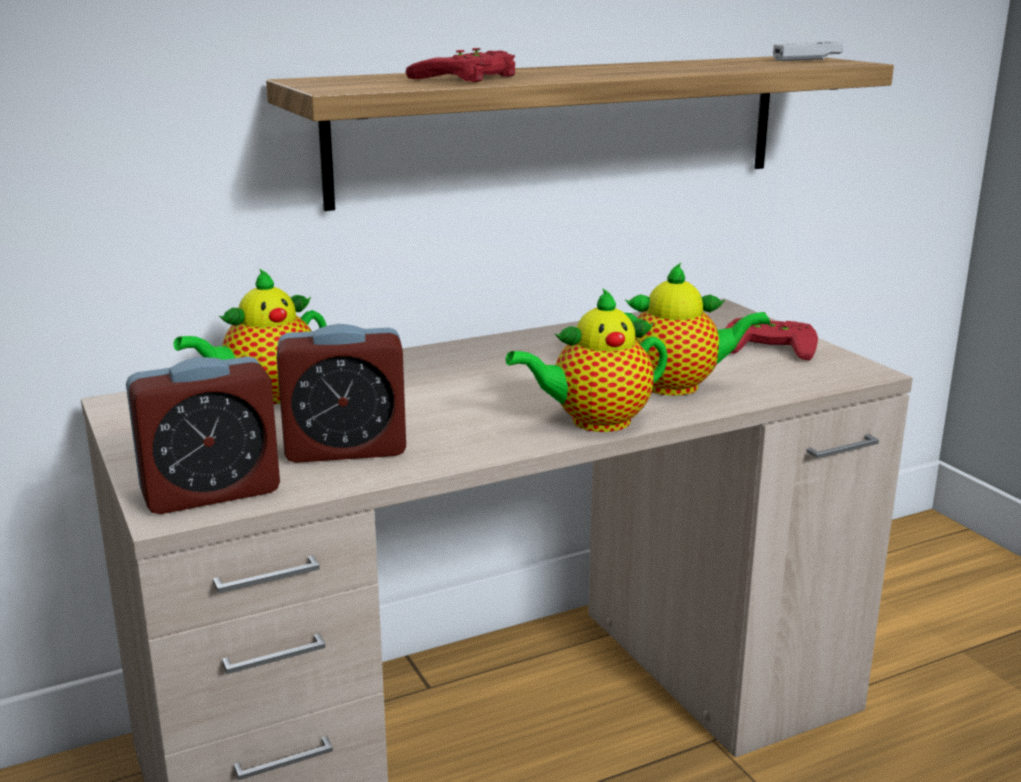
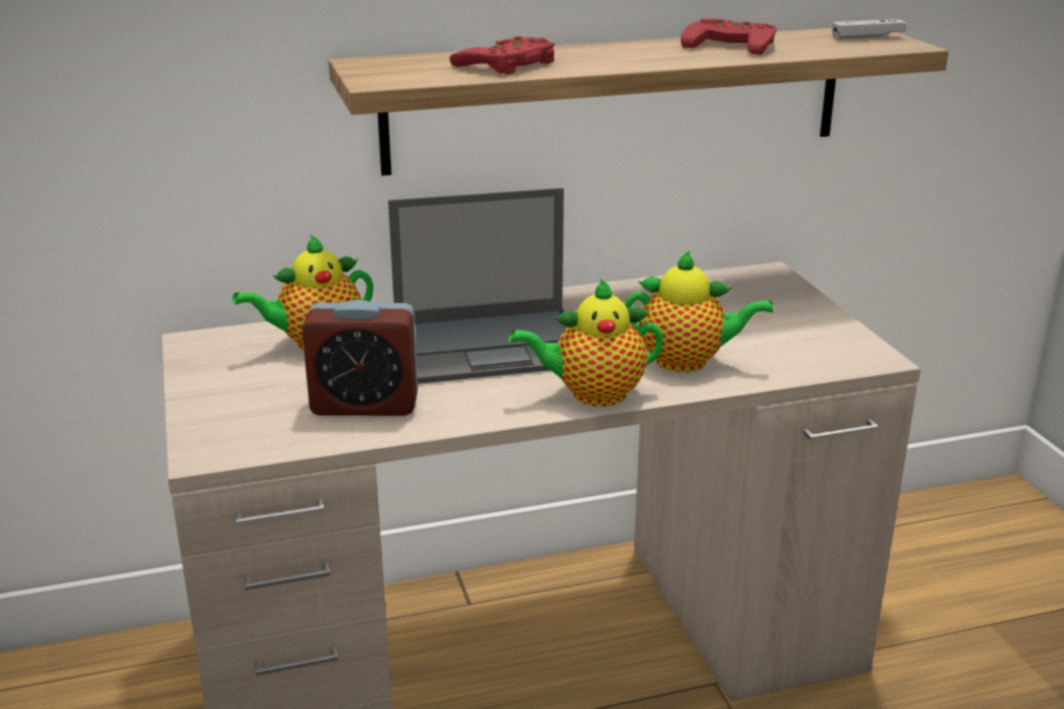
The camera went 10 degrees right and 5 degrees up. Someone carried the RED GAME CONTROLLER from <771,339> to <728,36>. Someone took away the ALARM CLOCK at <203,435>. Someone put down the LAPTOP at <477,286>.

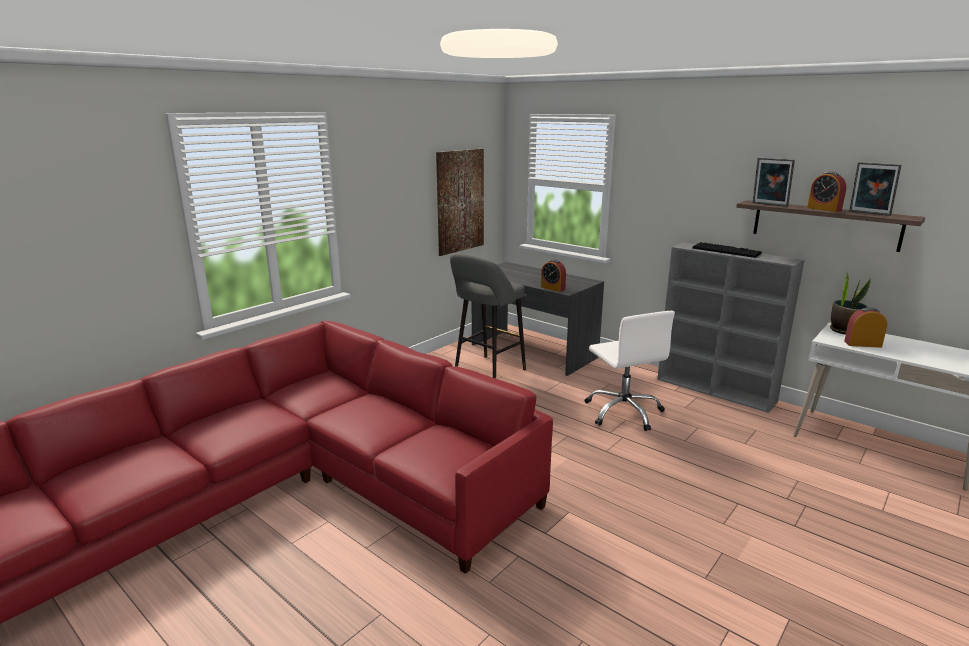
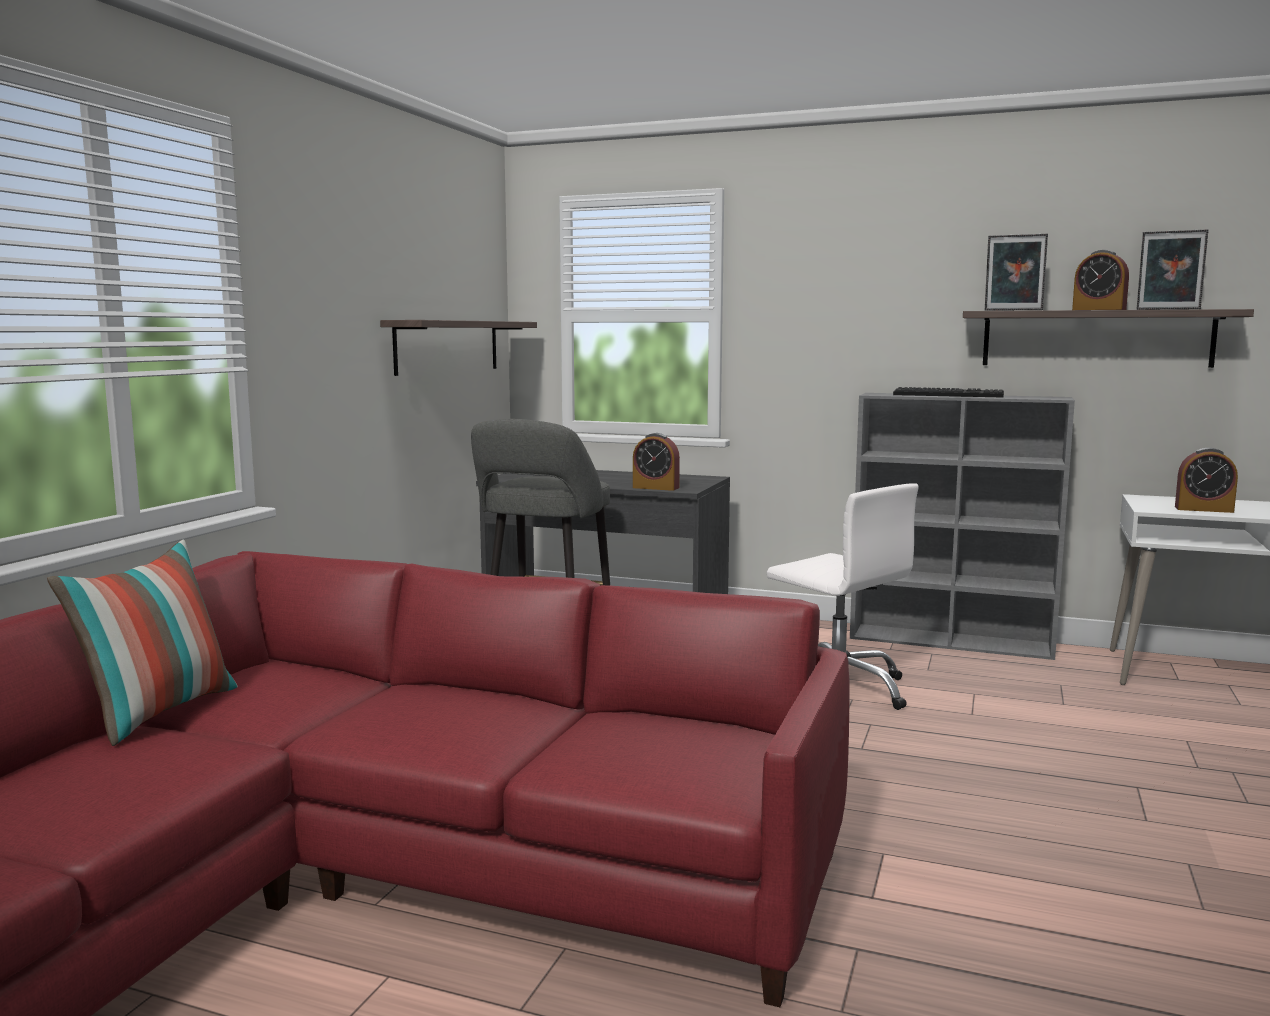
The camera went 20 degrees left and 10 degrees down. Someone swapped the PICTURE at <460,202> for the SHELF at <458,348>. Someone took away the POTTED PLANT at <850,303>. Someone rotated the ALARM CLOCK at <865,327> by 150 degrees counterclockwise. Someone put down the PILLOW at <142,643>.

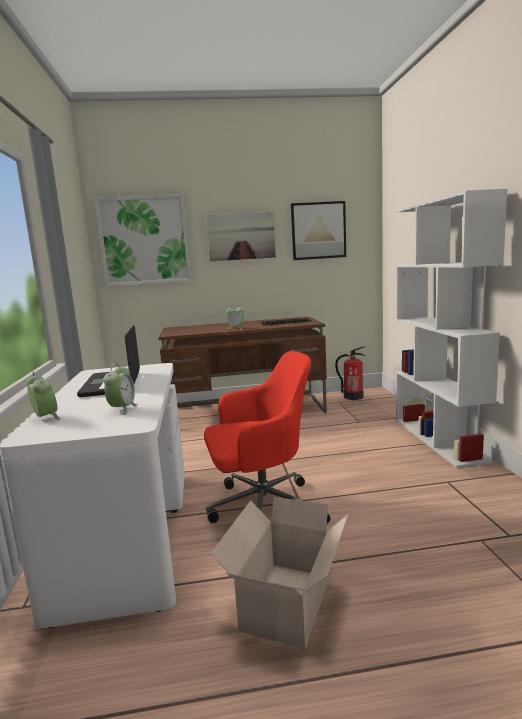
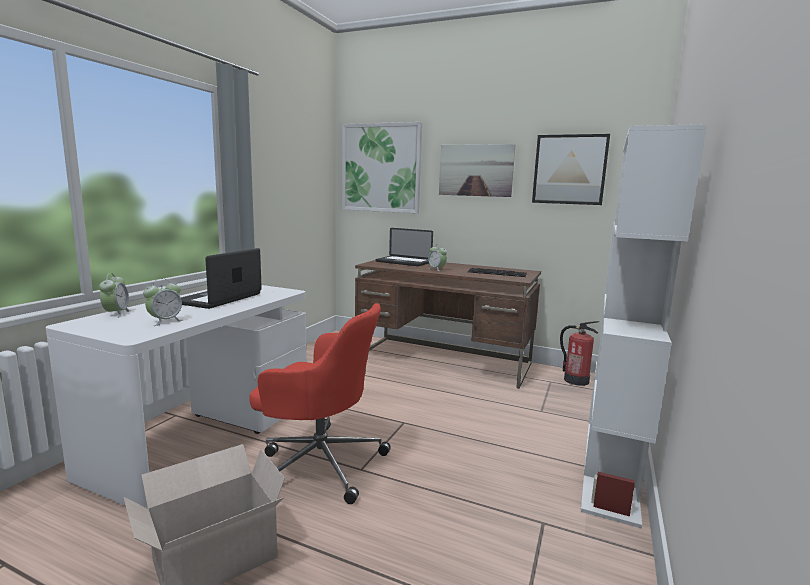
The camera went 30 degrees right and 0 degrees up. Someone put down the LAPTOP at <404,247>.

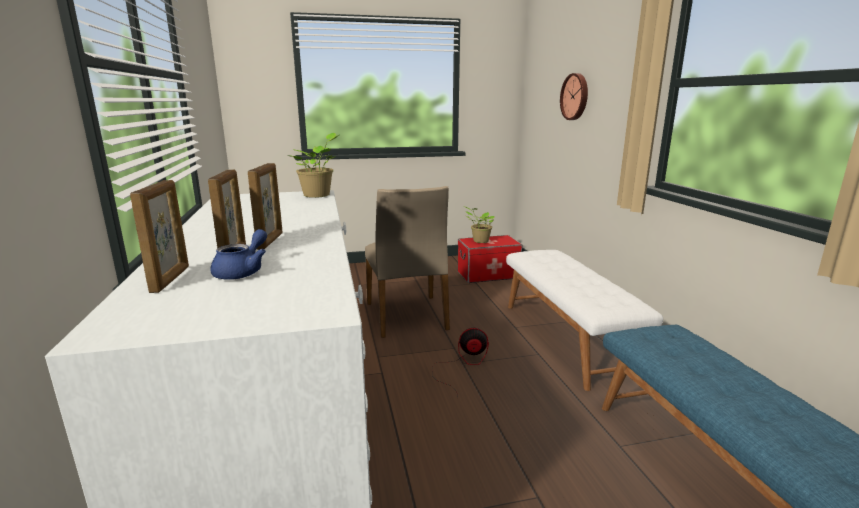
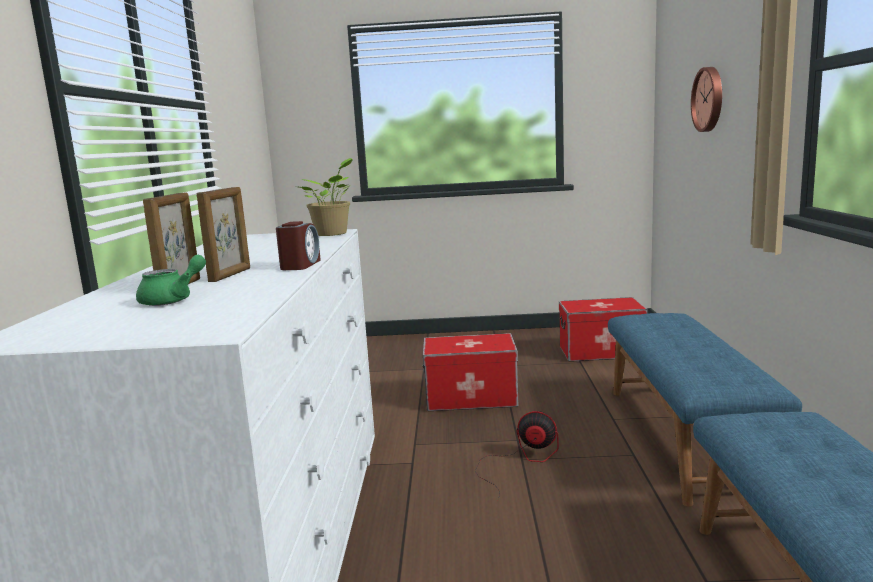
The camera went 15 degrees right and 5 degrees down. Someone took away the PICTURE FRAME at <159,236>. Someone swapped the BEIGE CHAIR at <407,262> for the STORAGE BOX at <470,372>. Someone took away the POTTED PLANT at <479,224>. Someone repainted the BLUE TEAPOT at <238,254>, which became the GREEN TEAPOT at <171,280>. Someone repainted the WHITE BENCH at <584,320>, which became the BLUE BENCH at <705,410>. Someone put down the ALARM CLOCK at <298,245>.

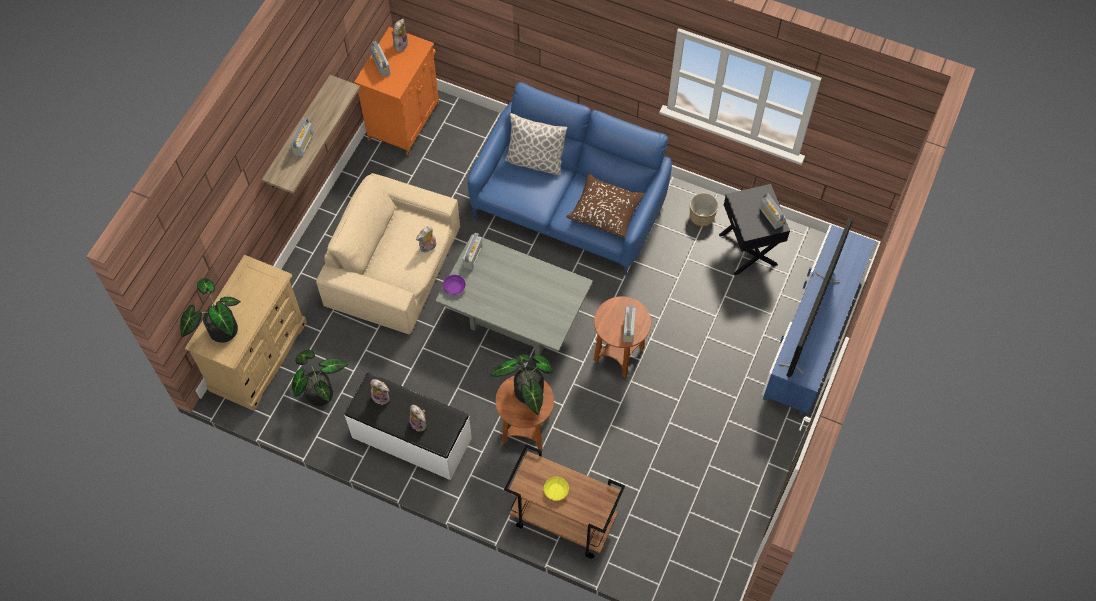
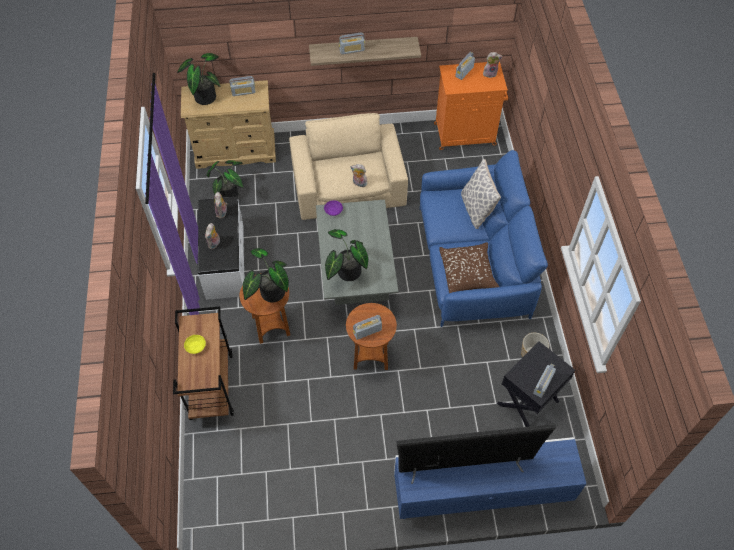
The camera went 60 degrees right and 5 degrees down. Someone carried the RADIO from <473,251> to <242,86>. Someone put down the POTTED PLANT at <347,255>.

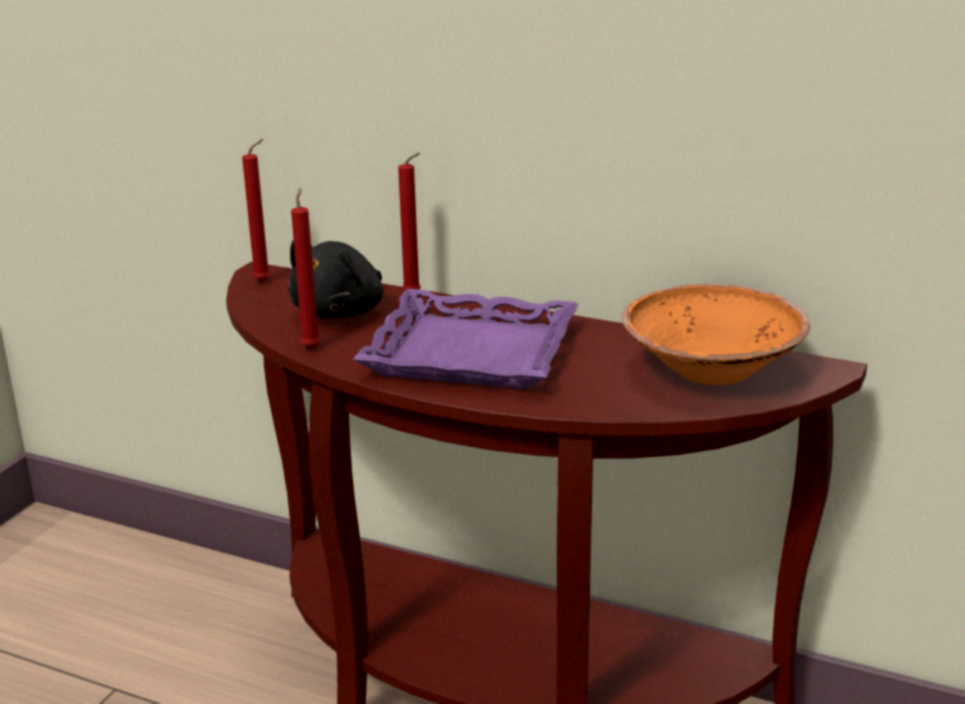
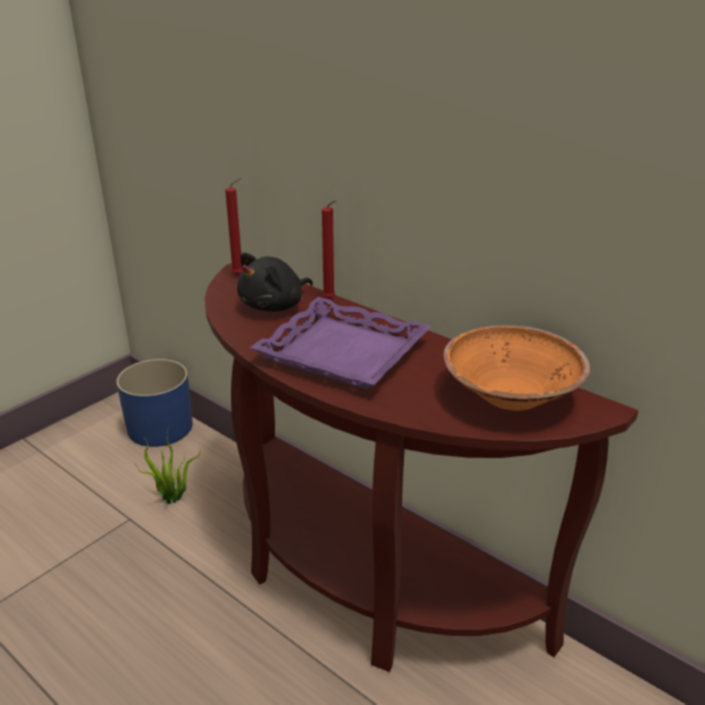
The camera went 15 degrees right and 5 degrees up. Someone took away the RED CANDLE at <306,268>. Someone put down the BLUE PLANTER at <154,403>. Someone put down the POTTED PLANT at <167,467>.

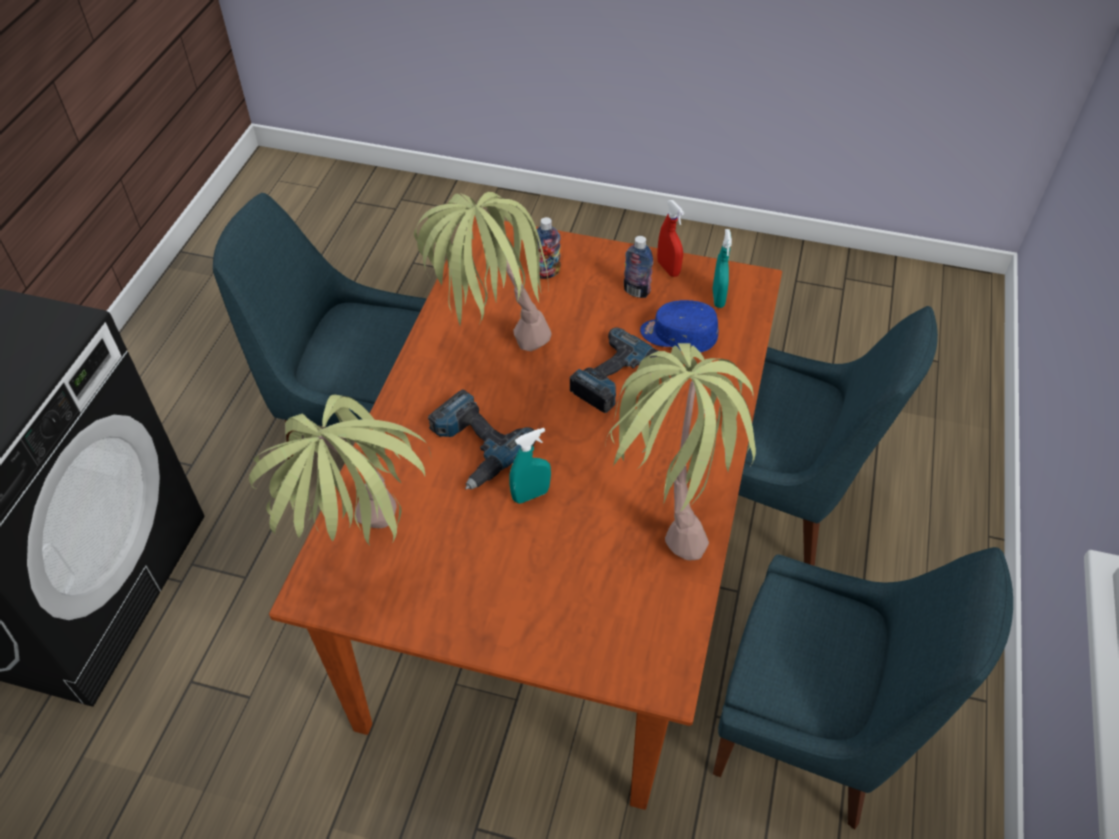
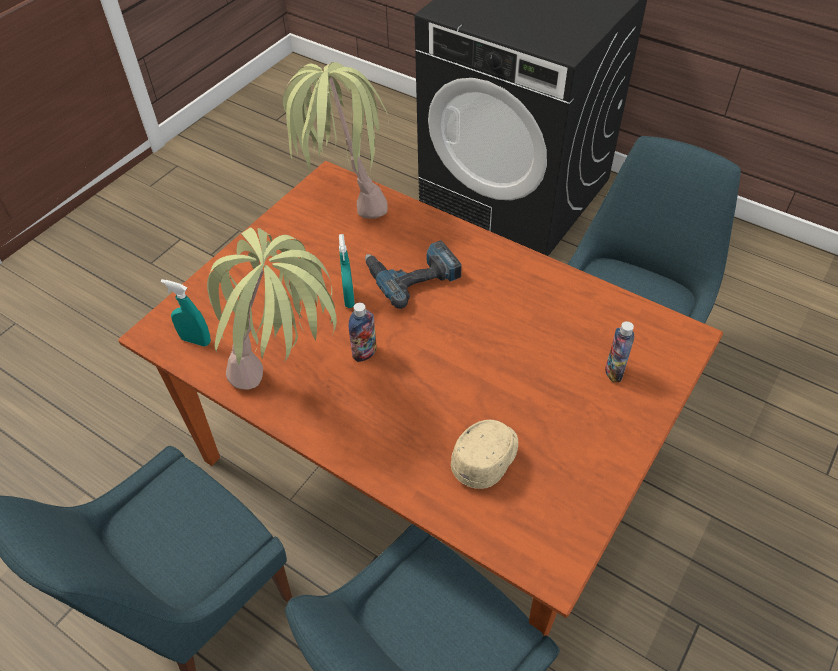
The camera went 110 degrees right and 0 degrees up. Someone took away the POTTED PLANT at <483,271>. Someone took away the RED SPRAY BOTTLE at <670,238>. Someone carried the TURQUOISE SPRAY BOTTLE from <722,268> to <186,312>. Someone carried the BOTTLE from <638,267> to <363,332>. Someone repainted the BLUE CAP at <679,326>, which became the BEIGE CAP at <484,454>. Someone took away the POWER DRILL at <620,370>.

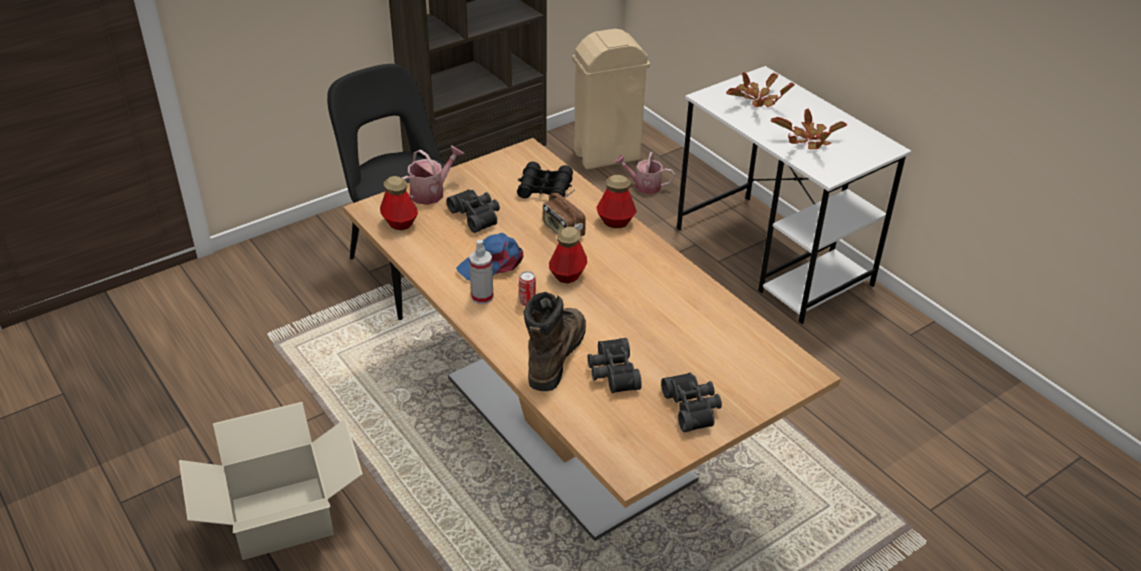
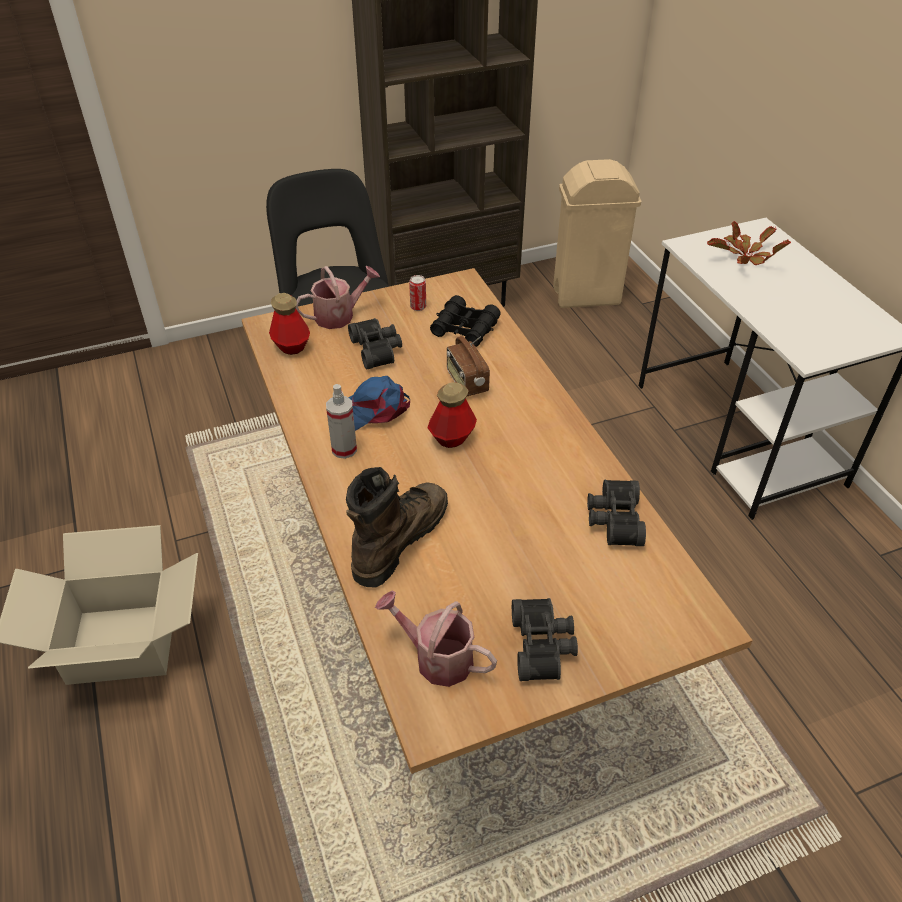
The camera went 15 degrees right and 5 degrees up. Someone took away the POTTED PLANT at <809,129>. Someone carried the WATERING CAN from <645,173> to <436,639>. Someone took away the BOTTLE at <616,201>. Someone carried the CAN from <527,288> to <417,293>. Someone carried the BLACK BINOCULARS from <615,365> to <616,513>.

